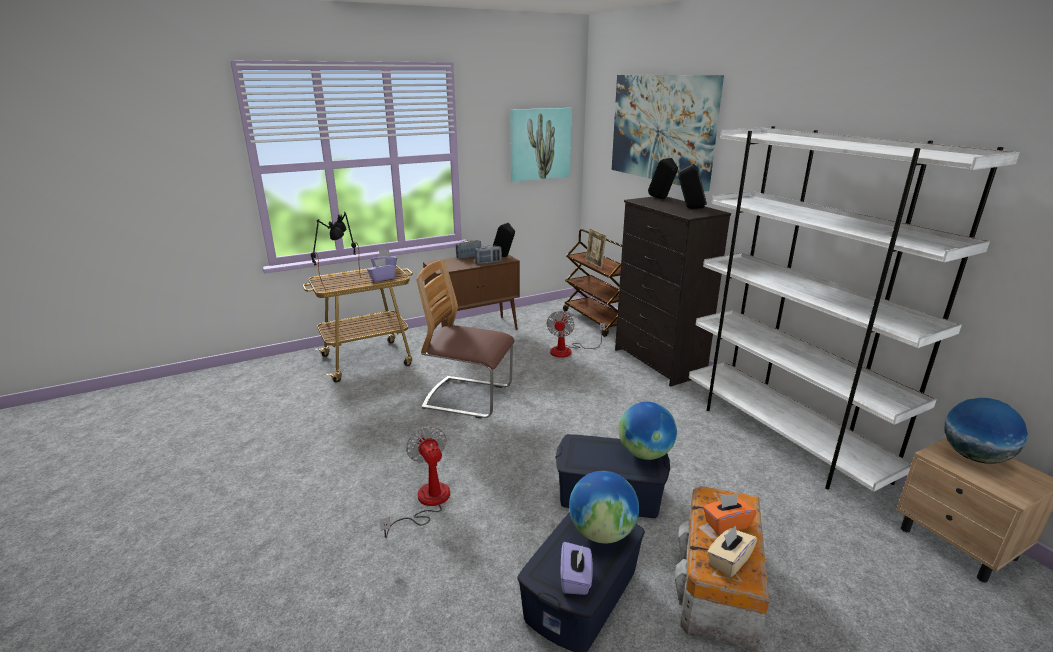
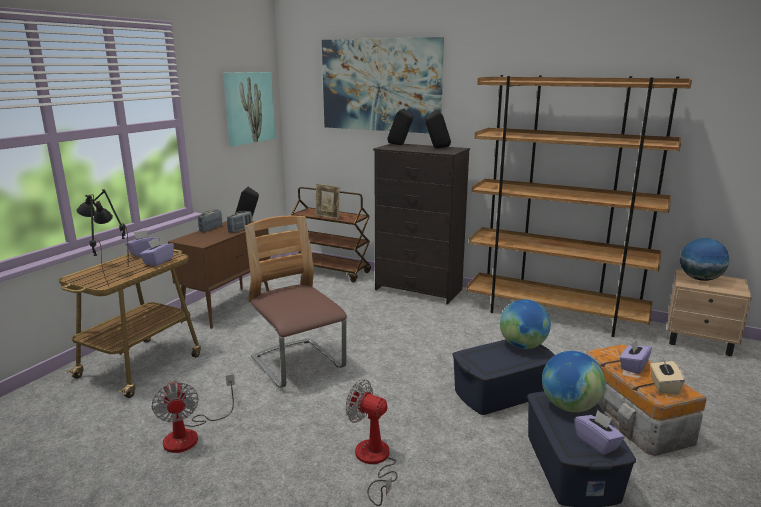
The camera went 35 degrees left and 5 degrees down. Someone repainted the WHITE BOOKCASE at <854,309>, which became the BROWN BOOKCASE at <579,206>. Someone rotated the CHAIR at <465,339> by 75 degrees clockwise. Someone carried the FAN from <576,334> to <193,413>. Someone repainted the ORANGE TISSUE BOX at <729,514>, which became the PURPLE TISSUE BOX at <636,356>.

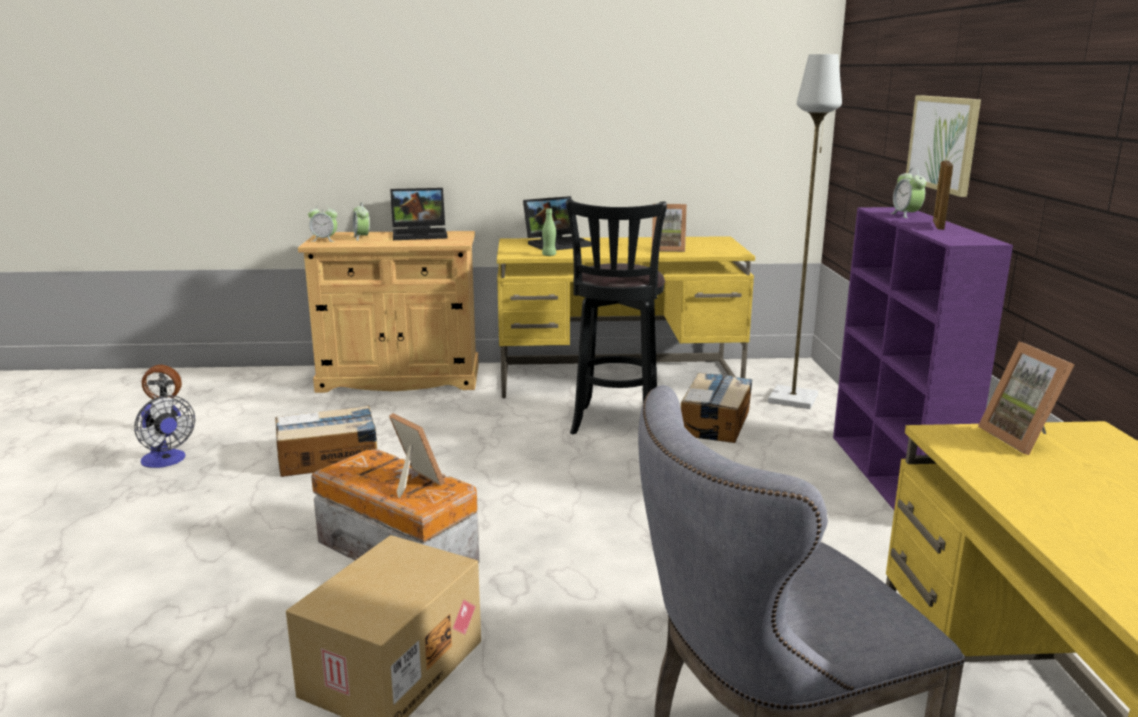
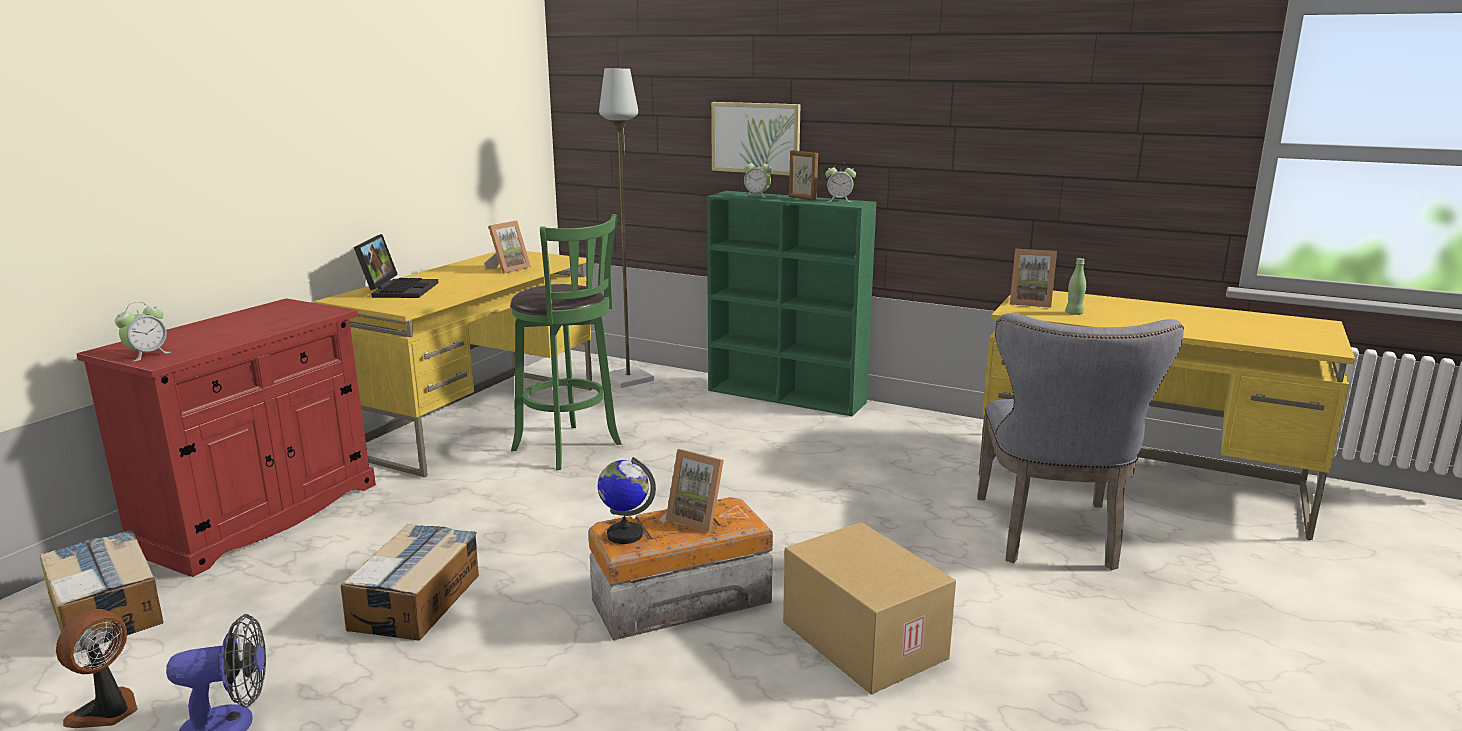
The camera went 60 degrees left and 0 degrees up. Someone took away the LAPTOP at <418,214>. Someone repainted the BLACK STOOL at <616,316>, which became the GREEN STOOL at <566,342>. Someone carried the ALARM CLOCK from <361,221> to <840,184>. Someone repainted the PURPLE BOOKCASE at <923,358>, which became the GREEN BOOKCASE at <791,303>. Someone carried the GREEN BOTTLE from <549,232> to <1076,286>. Someone repainted the BEIGE CABINET at <388,312>, which became the RED CABINET at <226,437>. Someone carried the CARDBOARD BOX from <716,408> to <102,591>. Someone rotated the PICTURE FRAME at <417,455> by 135 degrees counterclockwise. Someone put down the GLOBE at <627,500>.

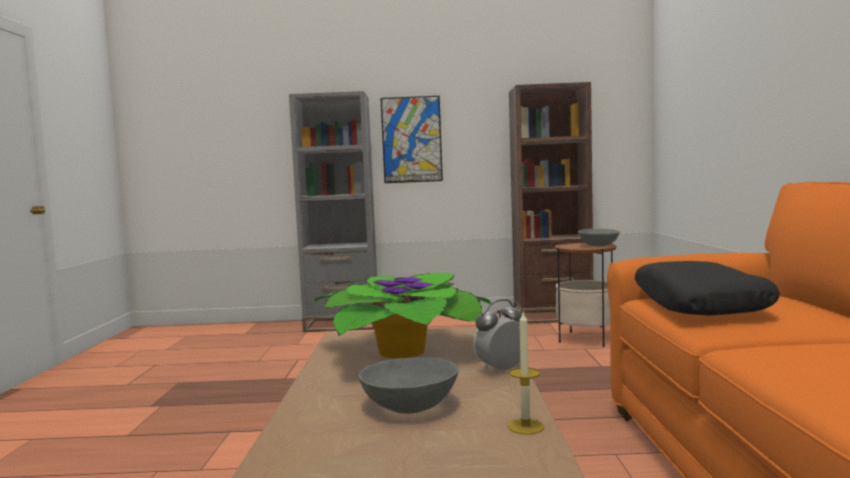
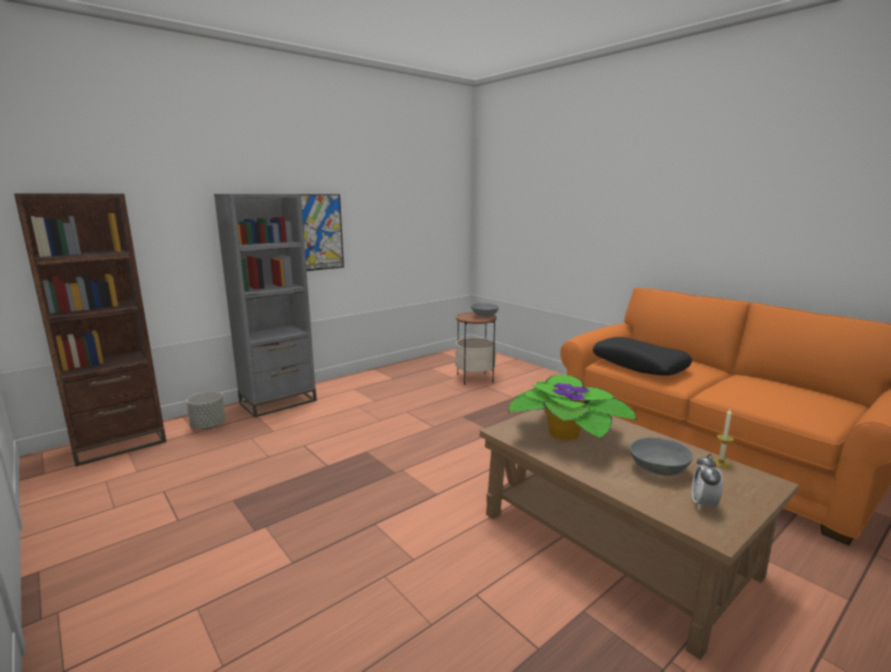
The camera went 40 degrees left and 10 degrees up. Someone carried the BROWN BOOKCASE from <551,203> to <90,330>. Someone carried the ALARM CLOCK from <498,335> to <707,482>. Someone put down the GREY PLANTER at <205,410>.

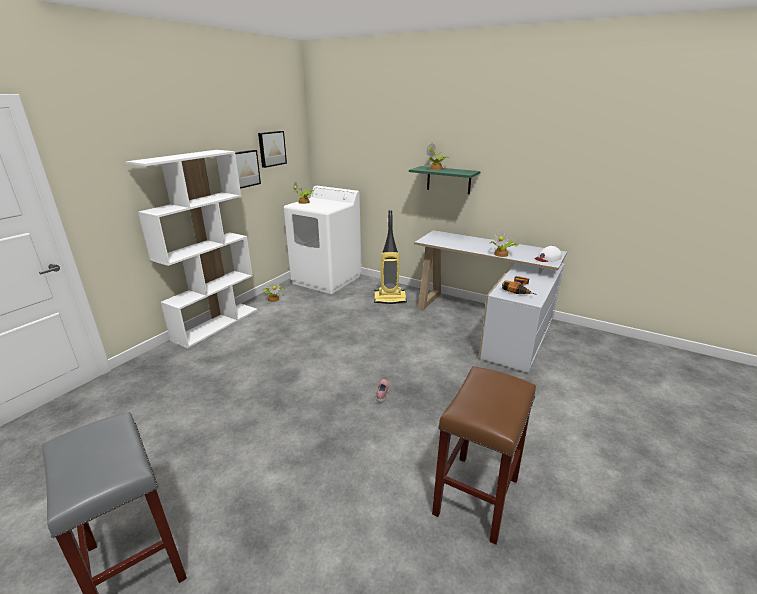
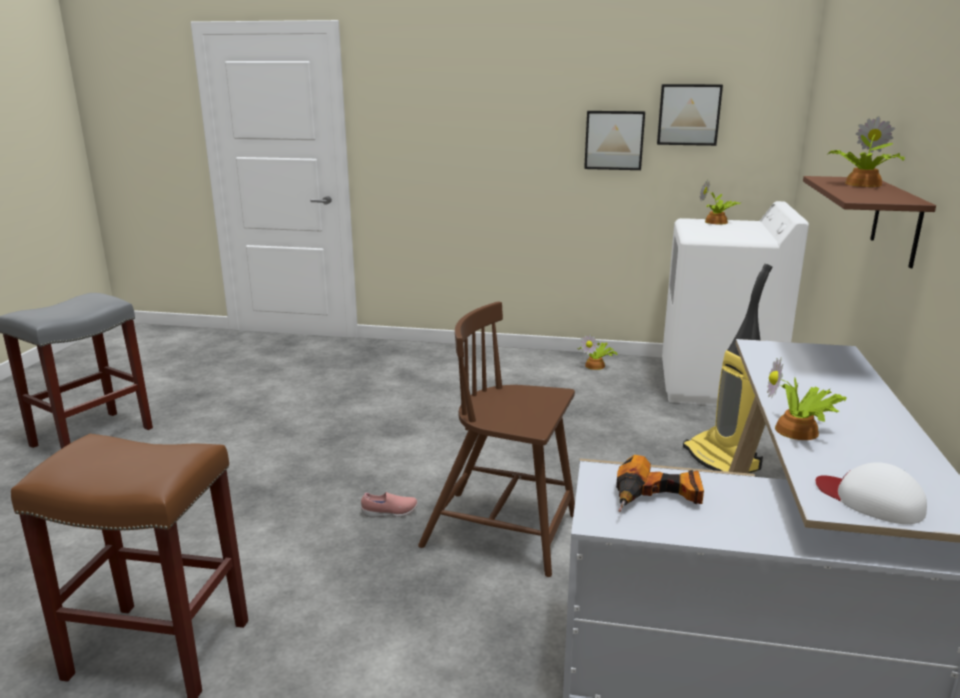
The camera went 70 degrees right and 5 degrees down. Someone took away the WHITE BOOKCASE at <191,249>. Someone repainted the GREEN SHELF at <445,180>, which became the BROWN SHELF at <869,222>. Someone put down the BROWN CHAIR at <496,439>.

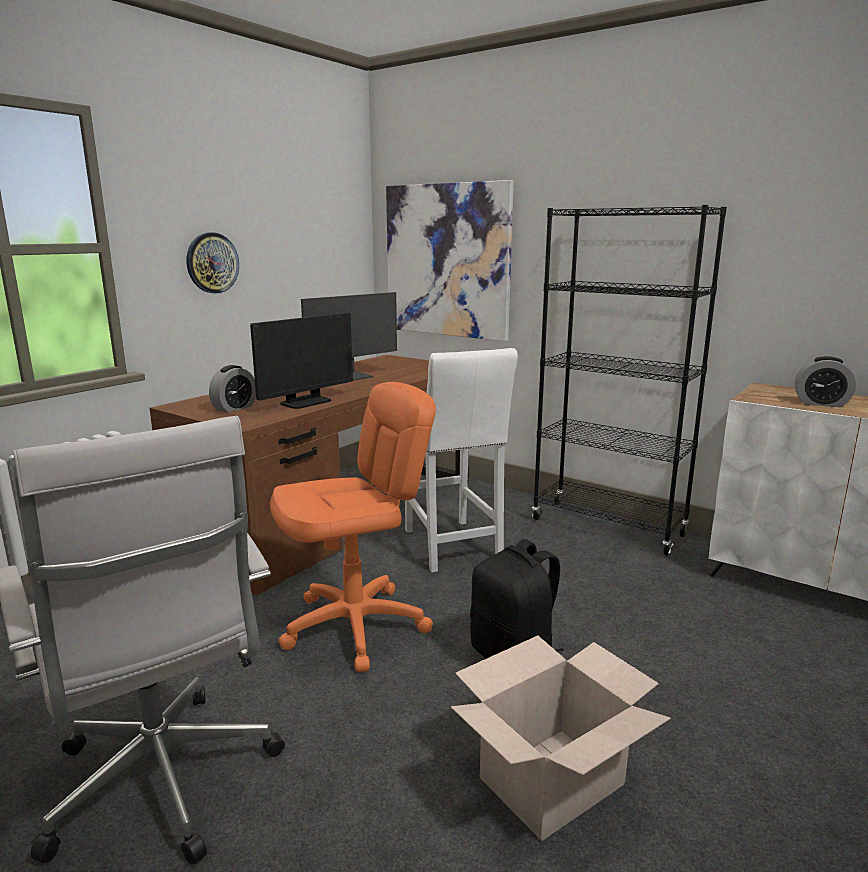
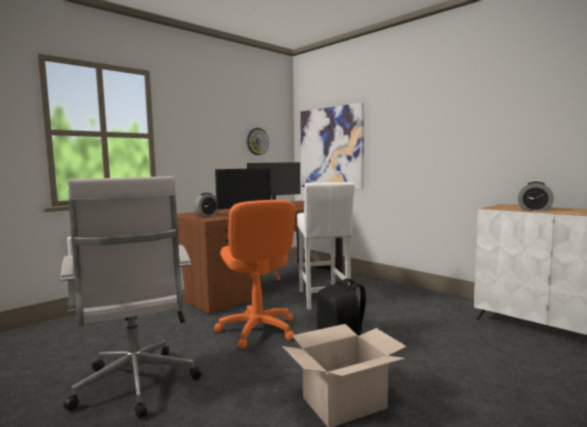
The camera went 10 degrees right and 10 degrees down. Someone took away the BLACK BOOKCASE at <629,380>. Someone carried the WALL CLOCK from <212,263> to <258,141>. Someone rotated the ORANGE OFFICE CHAIR at <353,527> by 90 degrees clockwise.

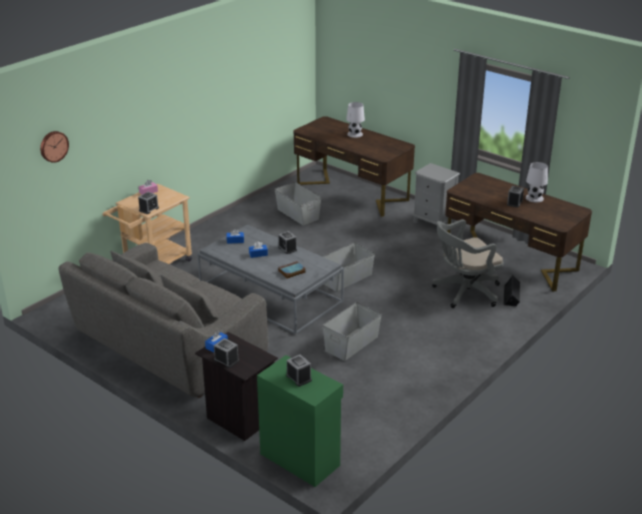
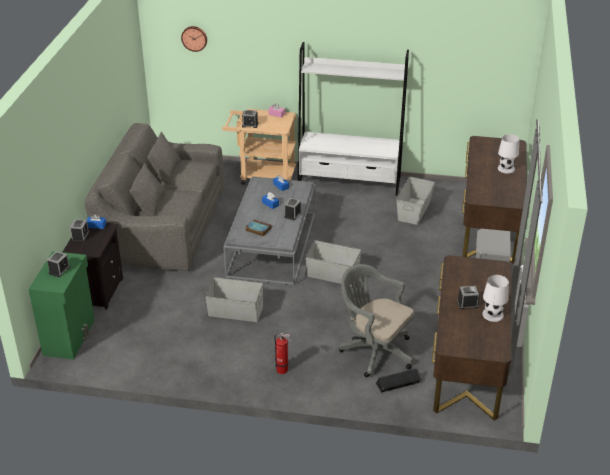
The camera went 60 degrees right and 5 degrees up. Someone put down the WHITE BOOKCASE at <353,119>. Someone put down the FIRE EXTINGUISHER at <283,353>.

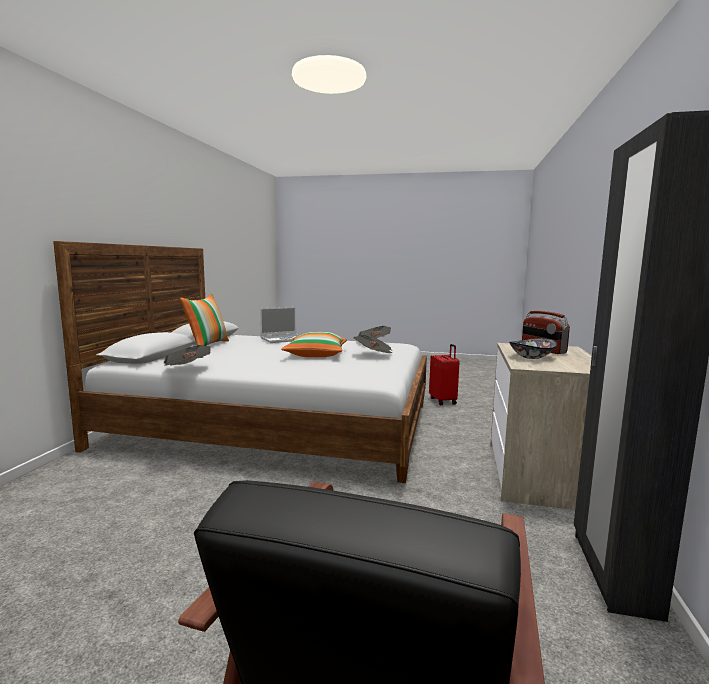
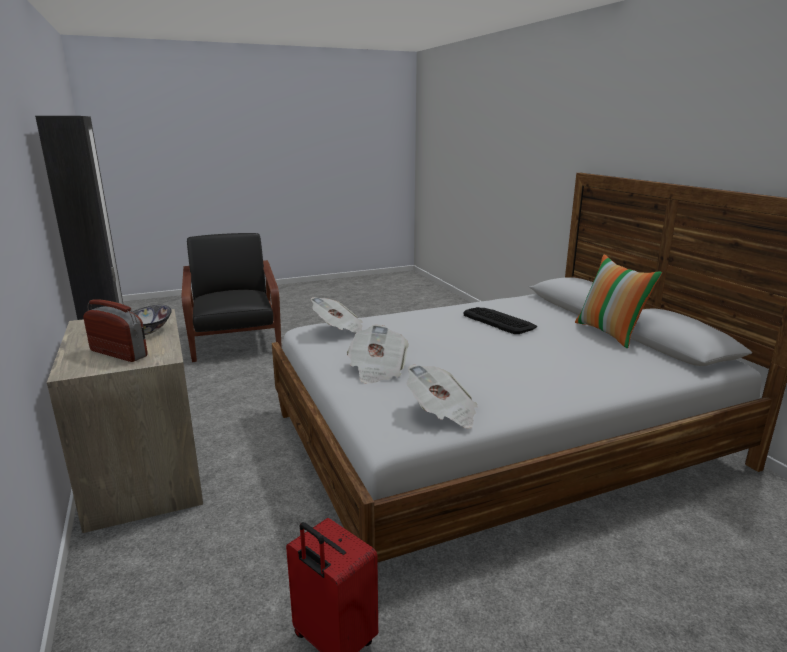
The camera went 145 degrees right and 10 degrees up. Someone took away the LAPTOP at <279,325>. Someone took away the PILLOW at <314,344>. Someone carried the NEWSPAPER from <187,355> to <337,315>. Someone put down the KEYBOARD at <500,320>.

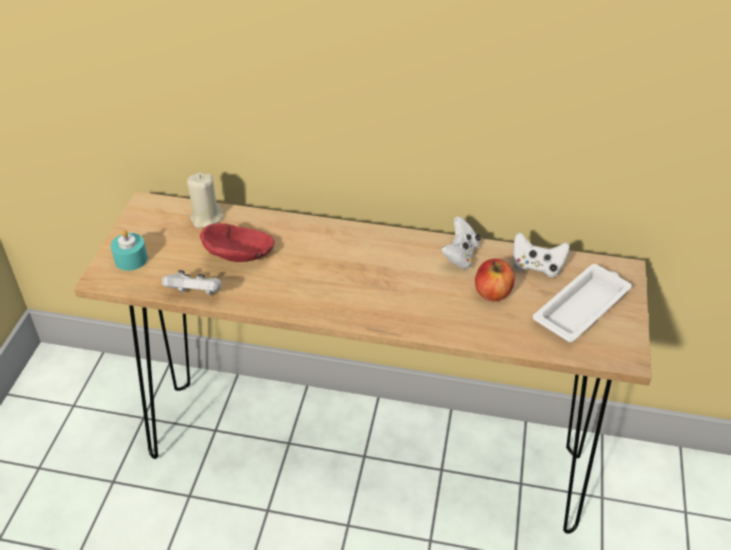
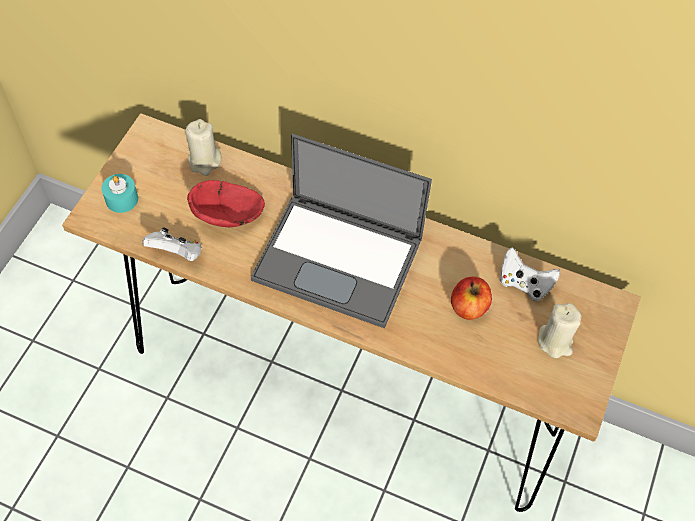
The camera went 10 degrees right and 15 degrees up. Someone took away the WHITE GAME CONTROLLER at <461,242>. Someone swapped the WHITE TRAY at <582,303> for the BEIGE CANDLE at <559,330>. Someone put down the LAPTOP at <341,230>.

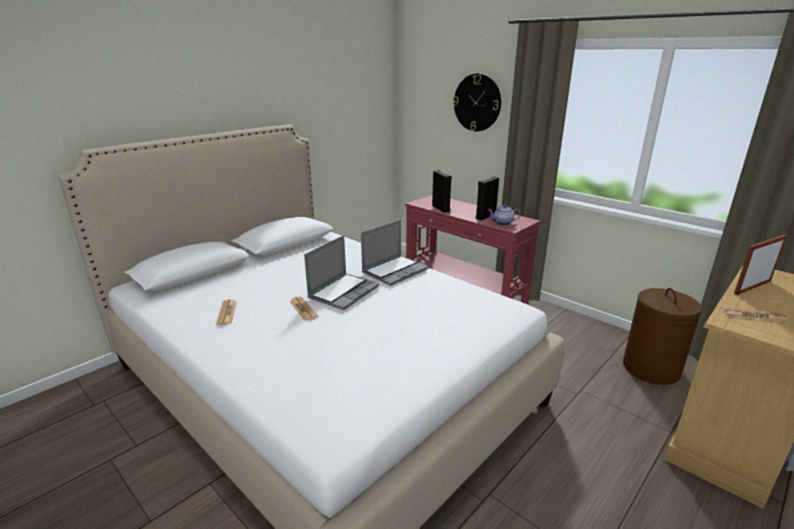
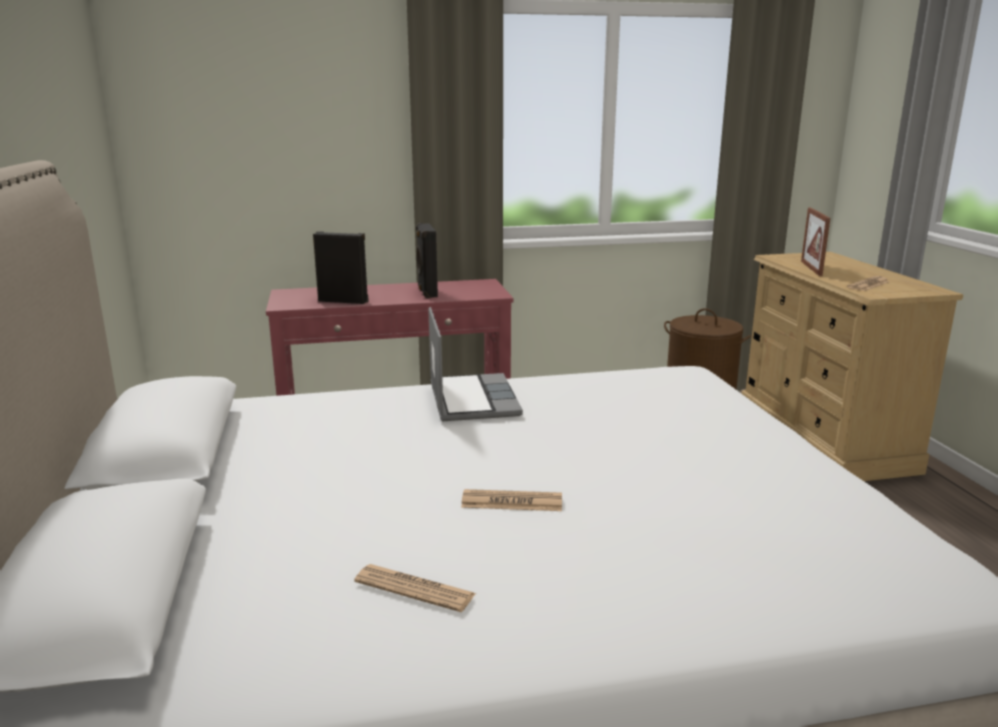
The camera went 55 degrees left and 5 degrees down. Someone took away the WALL CLOCK at <477,102>. Someone took away the TEAPOT at <504,215>. Someone took away the LAPTOP at <341,272>.

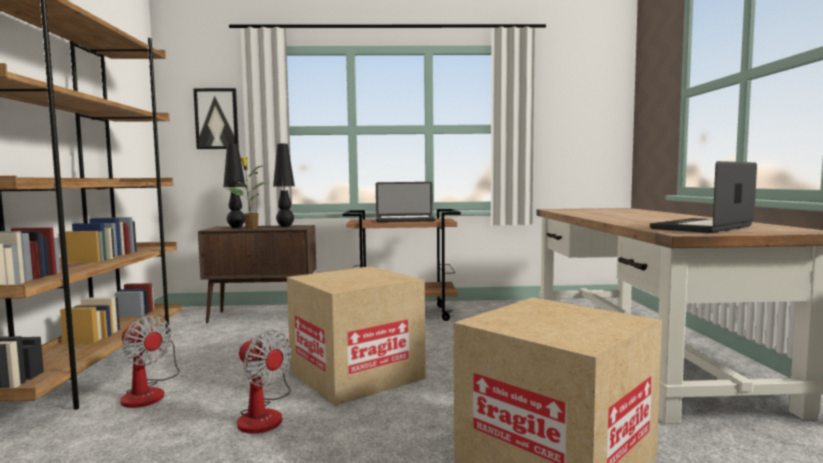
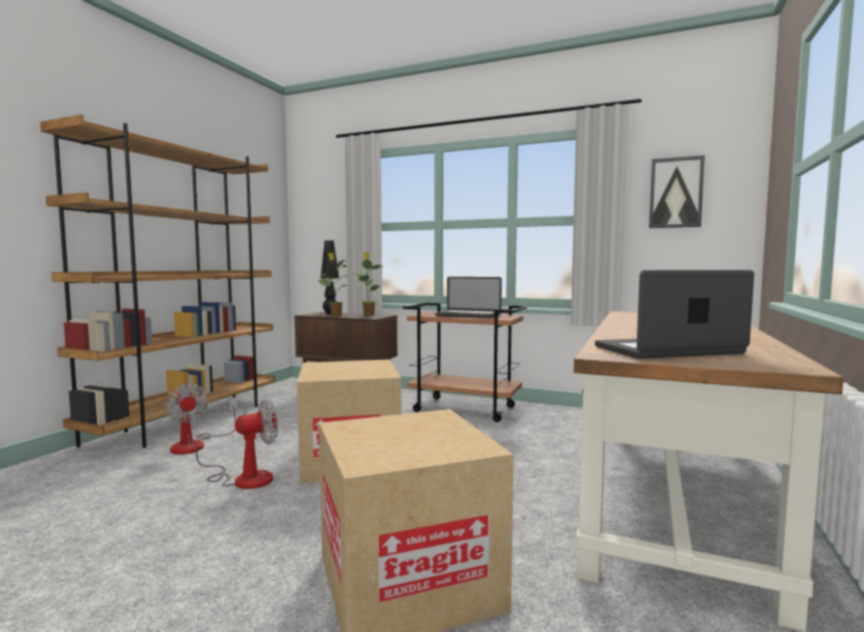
The camera went 25 degrees right and 0 degrees up. Someone carried the PICTURE from <216,118> to <677,191>. Someone swapped the BLACK TABLE LAMP at <284,185> for the POTTED PLANT at <368,284>. Someone rotated the FAN at <264,382> by 90 degrees counterclockwise.

